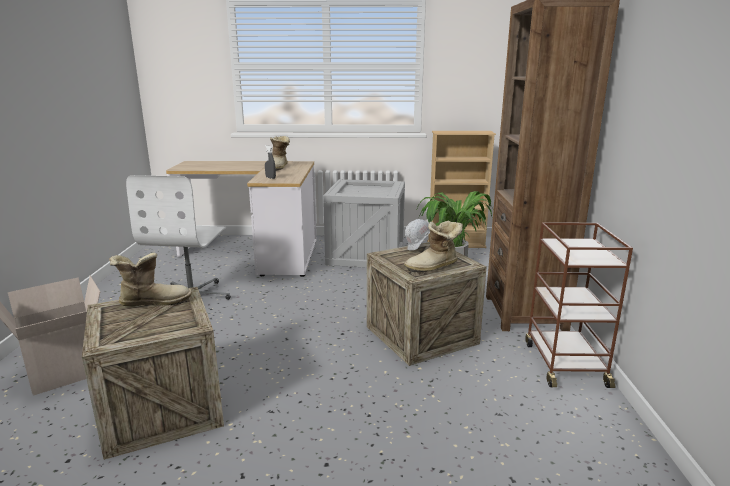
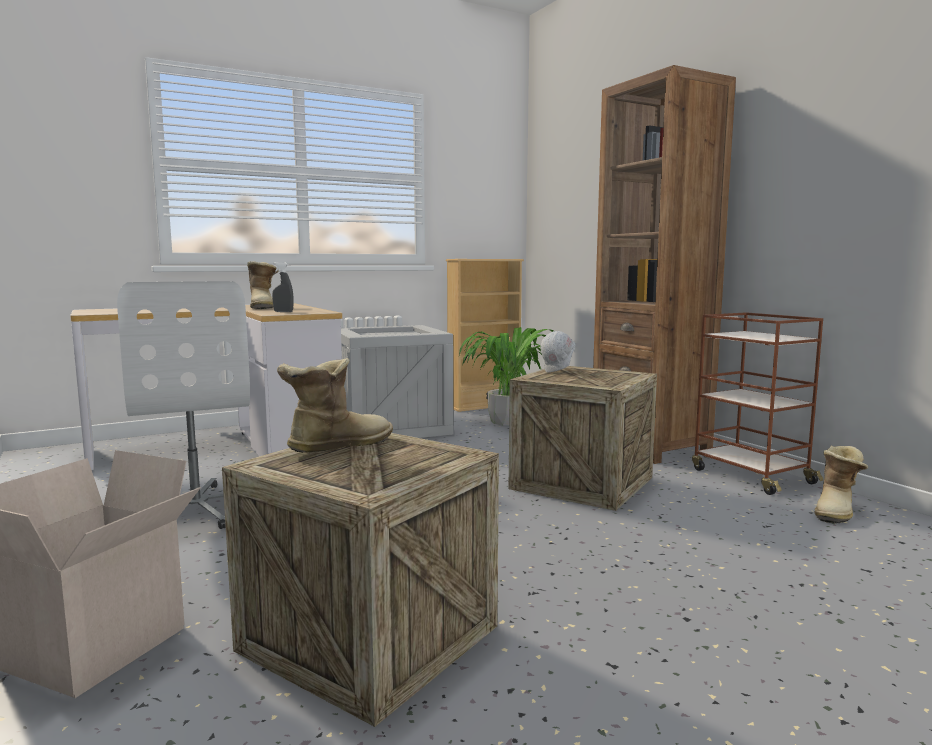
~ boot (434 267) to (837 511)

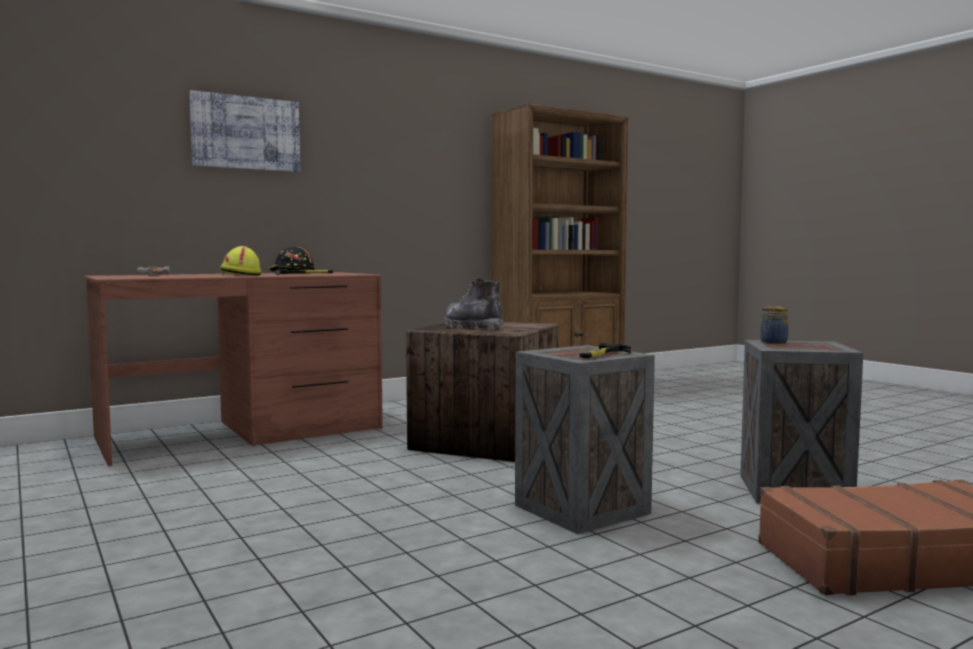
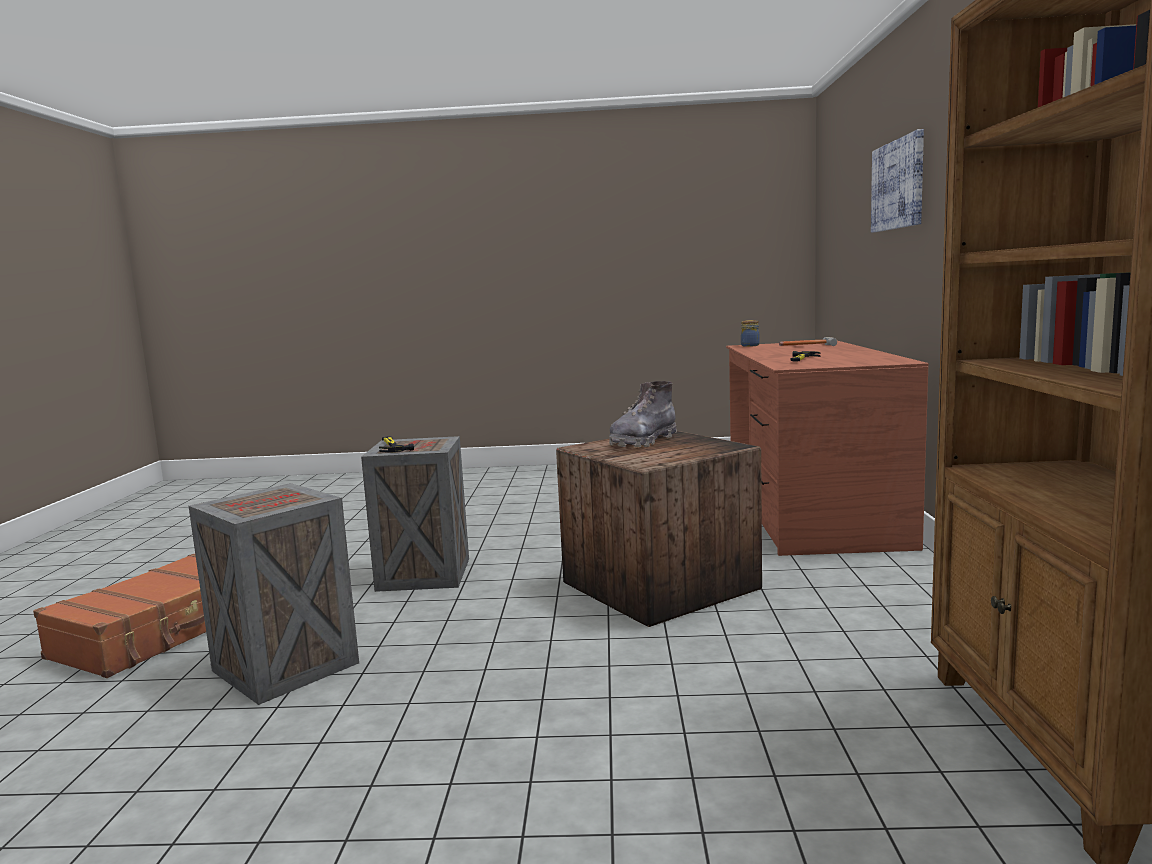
~ grey boot (473 328) = (642 442) 135 degrees clockwise
~ jar (773 342) to (749 345)
- yellow hard hat (240 275)
- black hard hat (291 273)

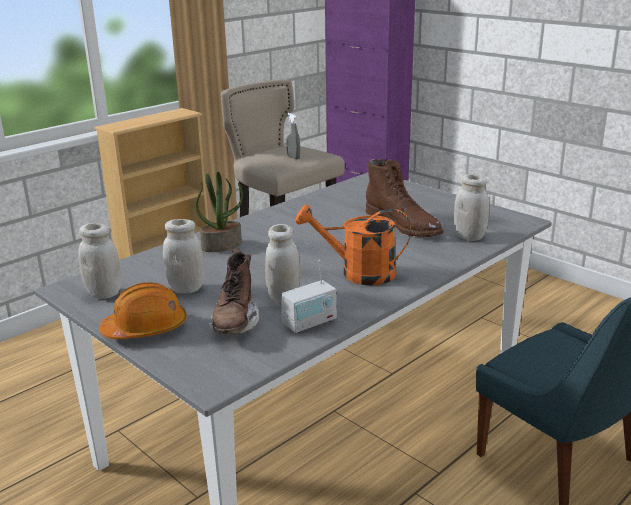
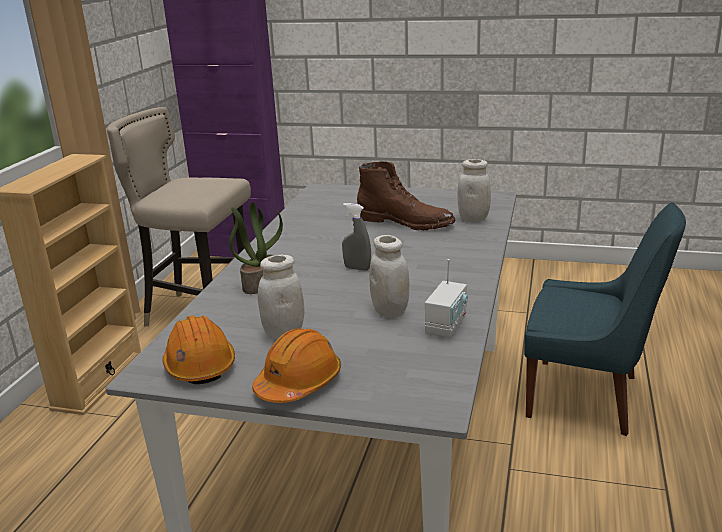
~ white jar (104 293) to orange hard hat (199 365)
~ grey spray bottle (293 157) to (357 268)
- brown boot (235 324)
- orange watering can (358 273)

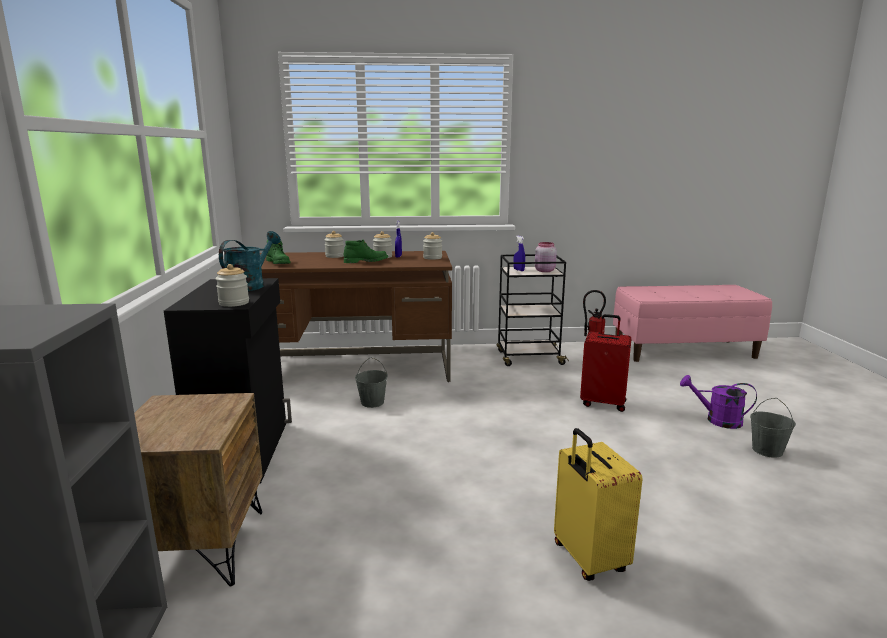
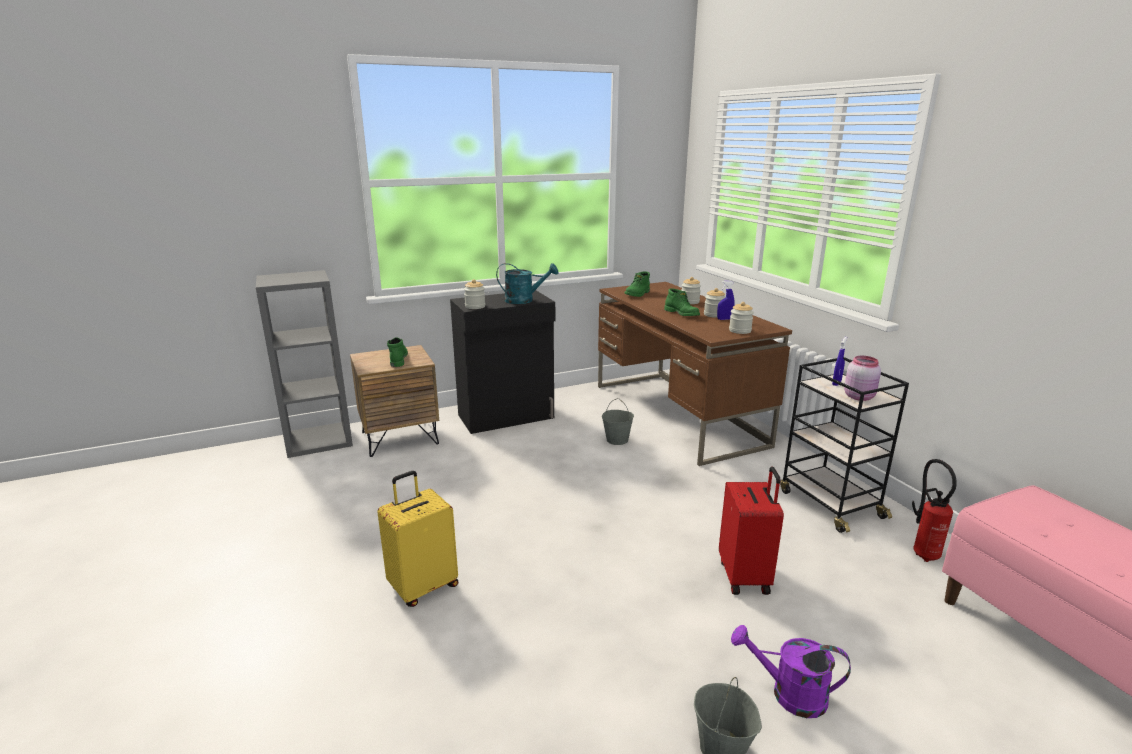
+ green boot (397 359)
~ purple watering can (717 420) = (788 694) 75 degrees counterclockwise

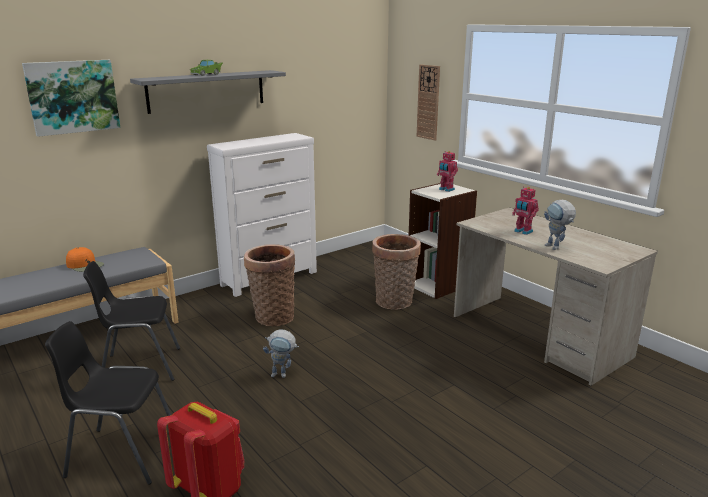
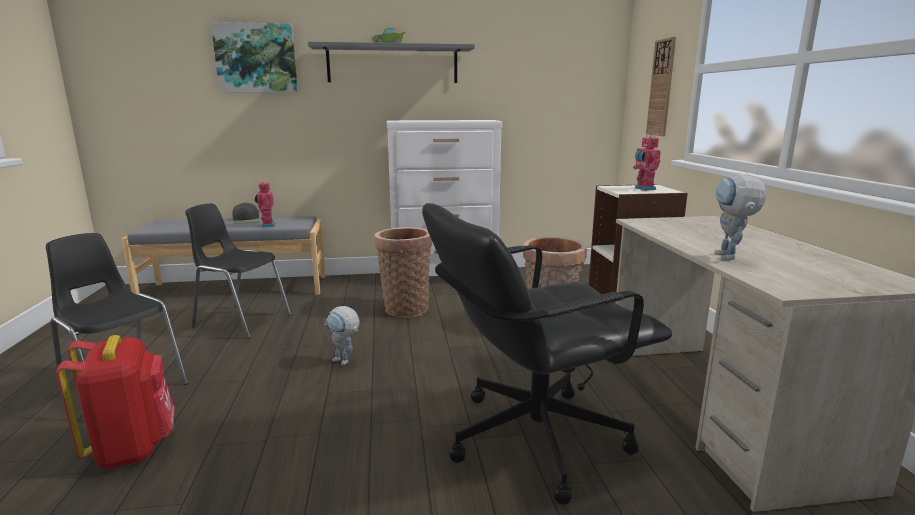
~ orange cap (85 265) to black cap (247 220)
~ toy robot (522 232) to (267 225)
+ black office chair (533 437)

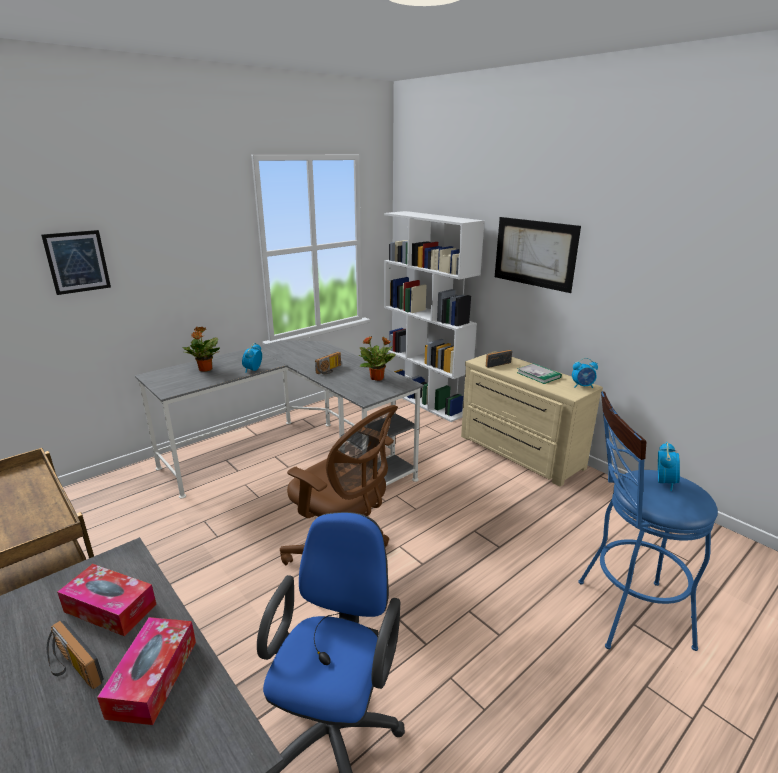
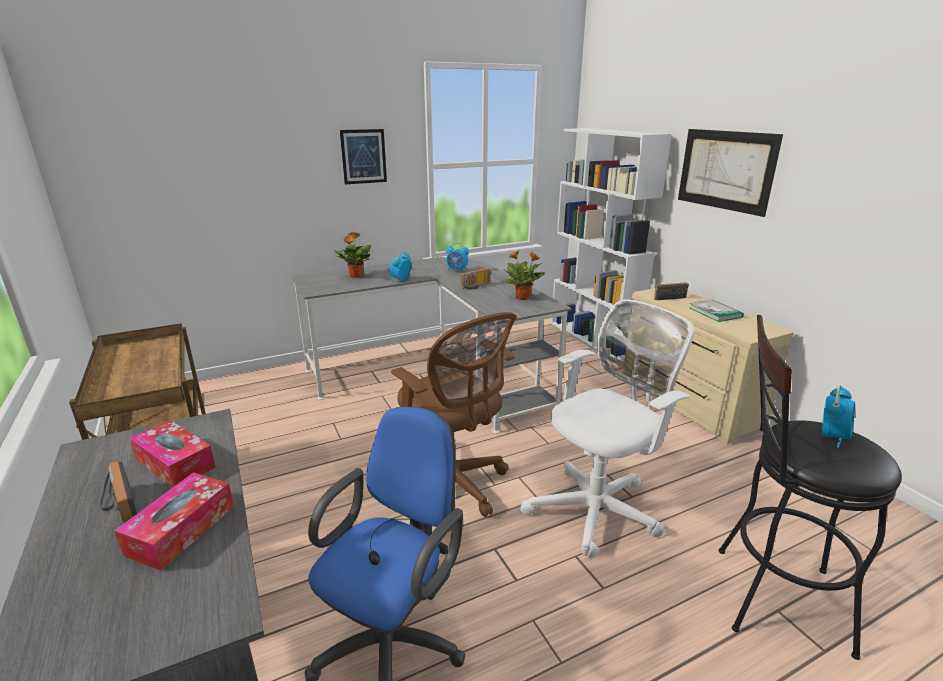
~ picture (77 262) to (363 156)
~ alarm clock (582 386) to (457 271)
+ white office chair (598 508)
~ blue stool (623 613) to black stool (767 596)

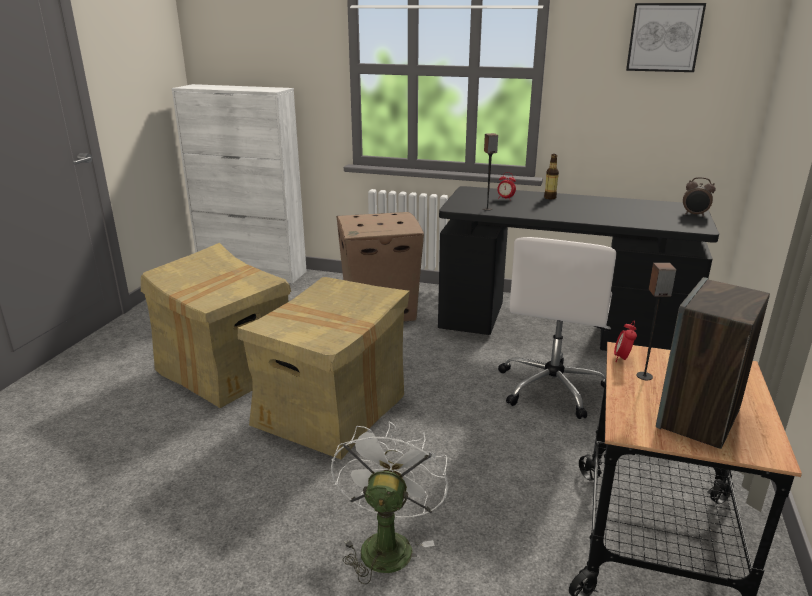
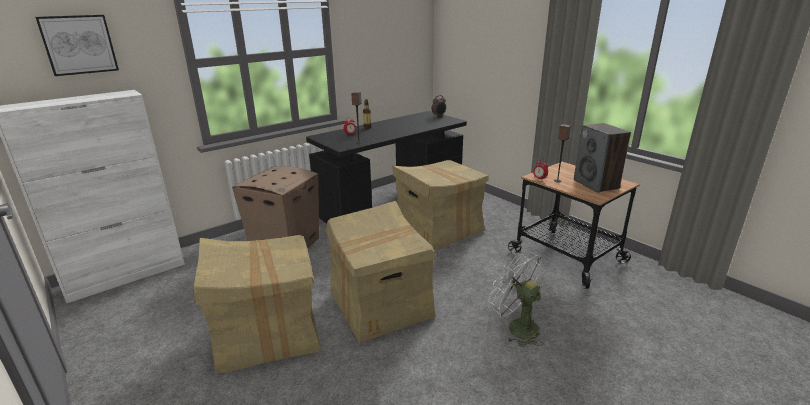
~ picture (664 37) to (79 44)
~ white office chair (552 387) to cardboard box (439 229)

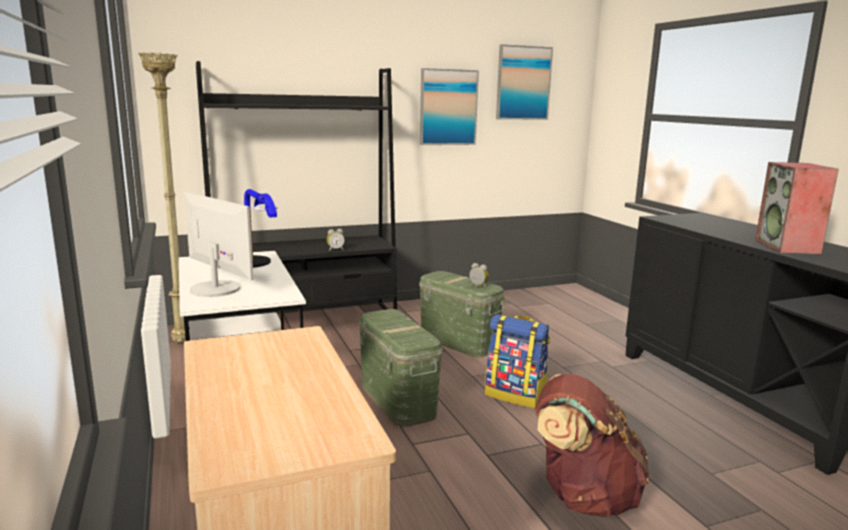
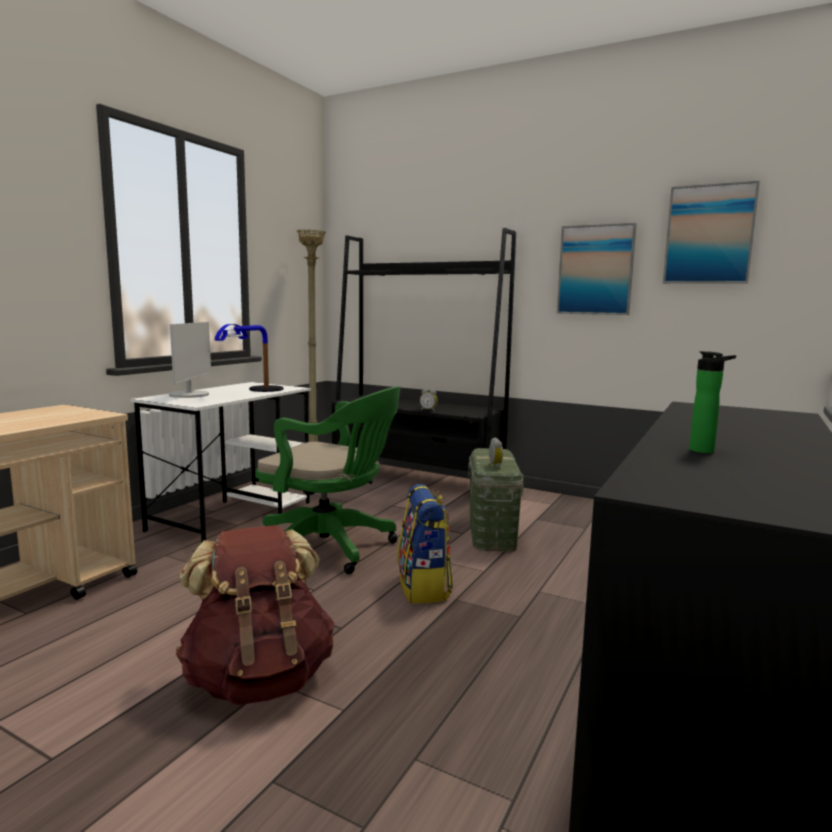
~ green storage box (398 401) to green office chair (331 547)
~ speaker (788 247) to bottle (705 451)

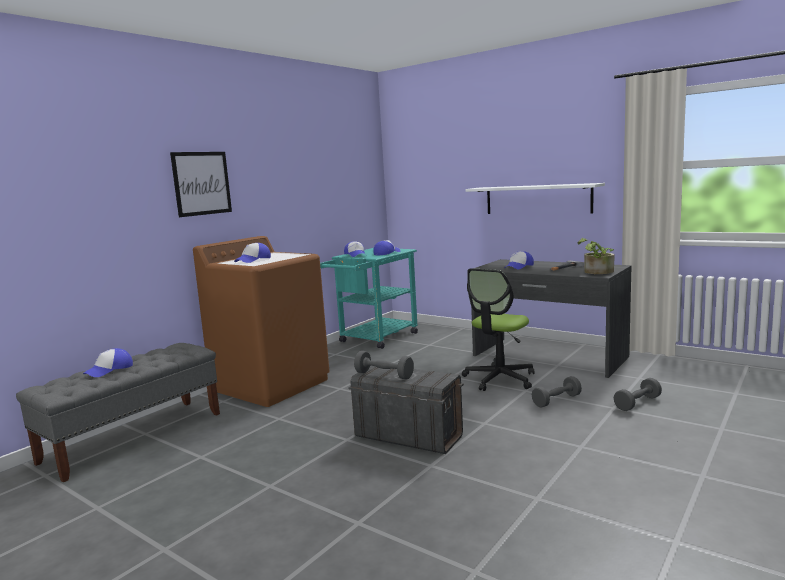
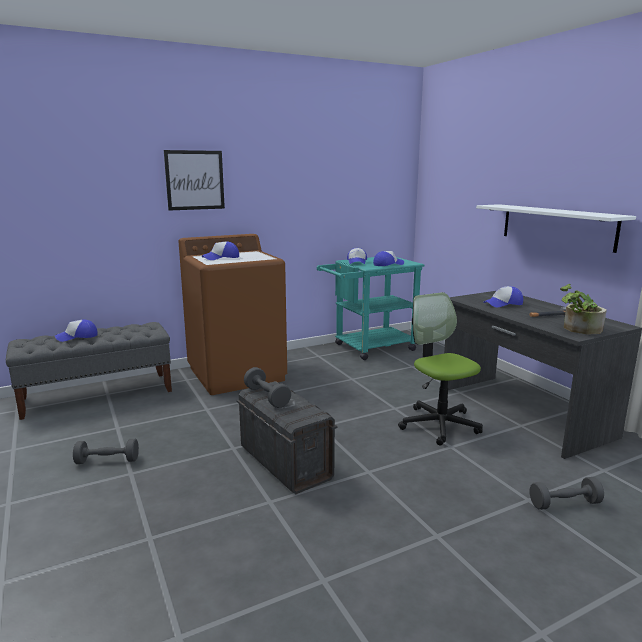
~ grey dumbbell (556 400) to (107 461)
~ office chair (499 379) = (439 424) 90 degrees clockwise

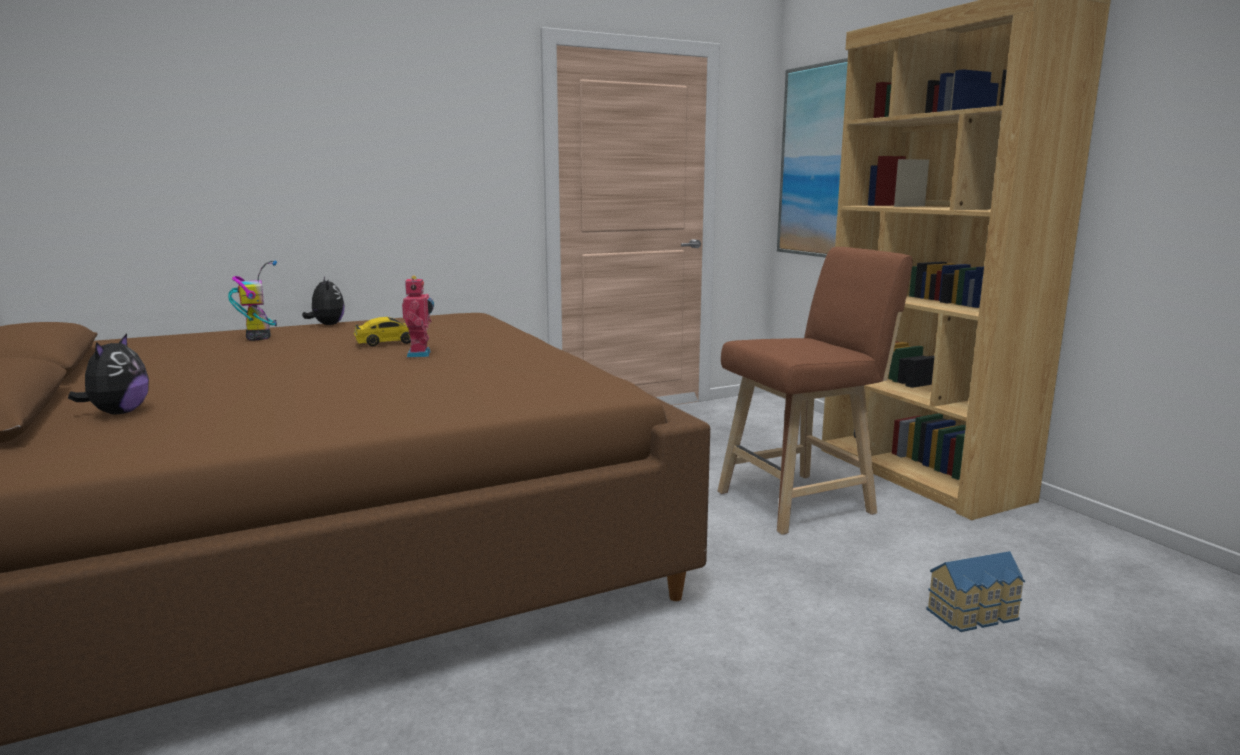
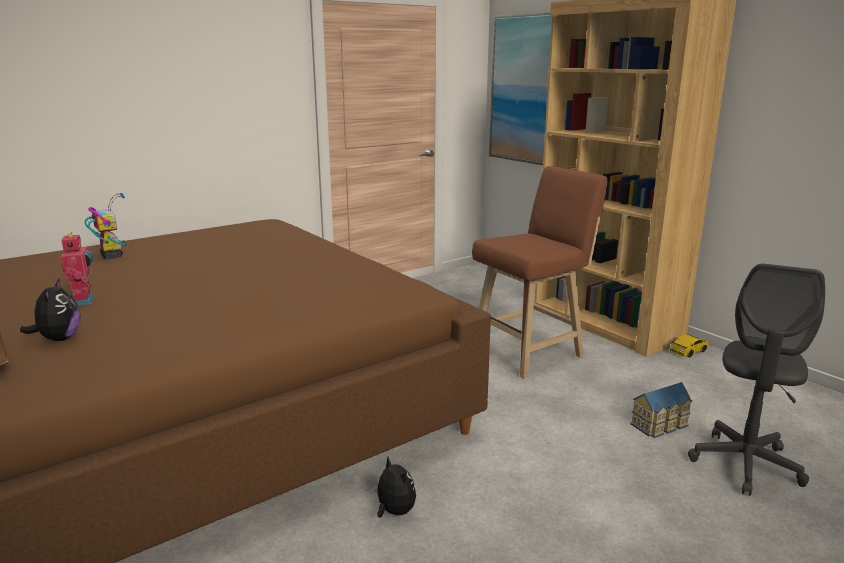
~ toy robot (421 354) to (84 301)
~ plush toy (327 325) to (394 512)
~ toy car (387 342) to (688 351)
+ grey office chair (745 464)

